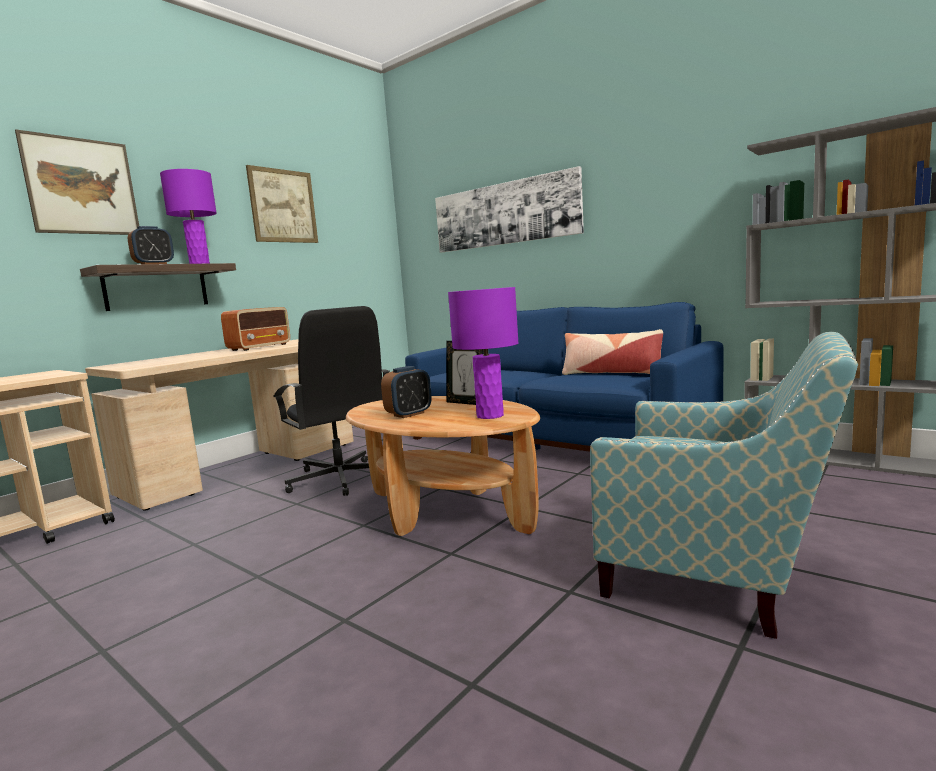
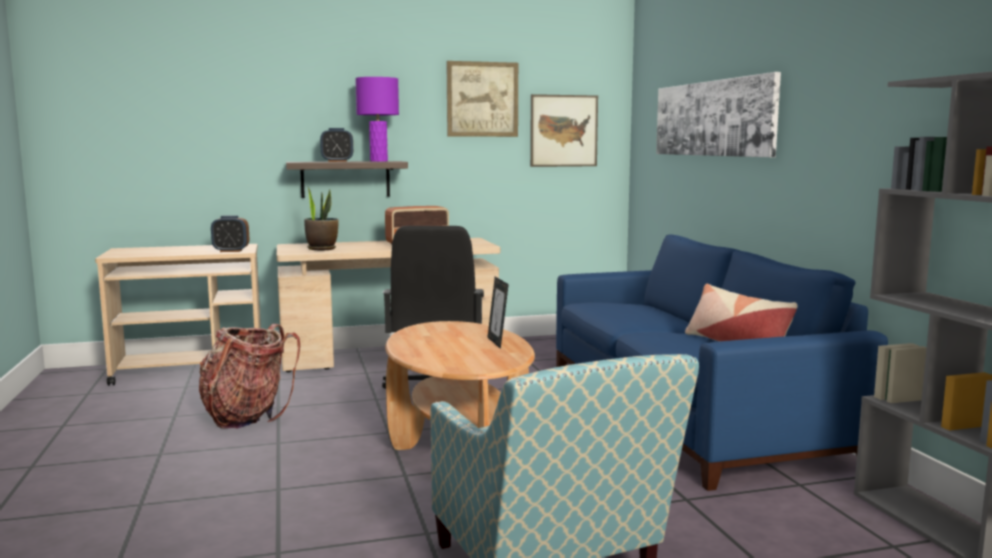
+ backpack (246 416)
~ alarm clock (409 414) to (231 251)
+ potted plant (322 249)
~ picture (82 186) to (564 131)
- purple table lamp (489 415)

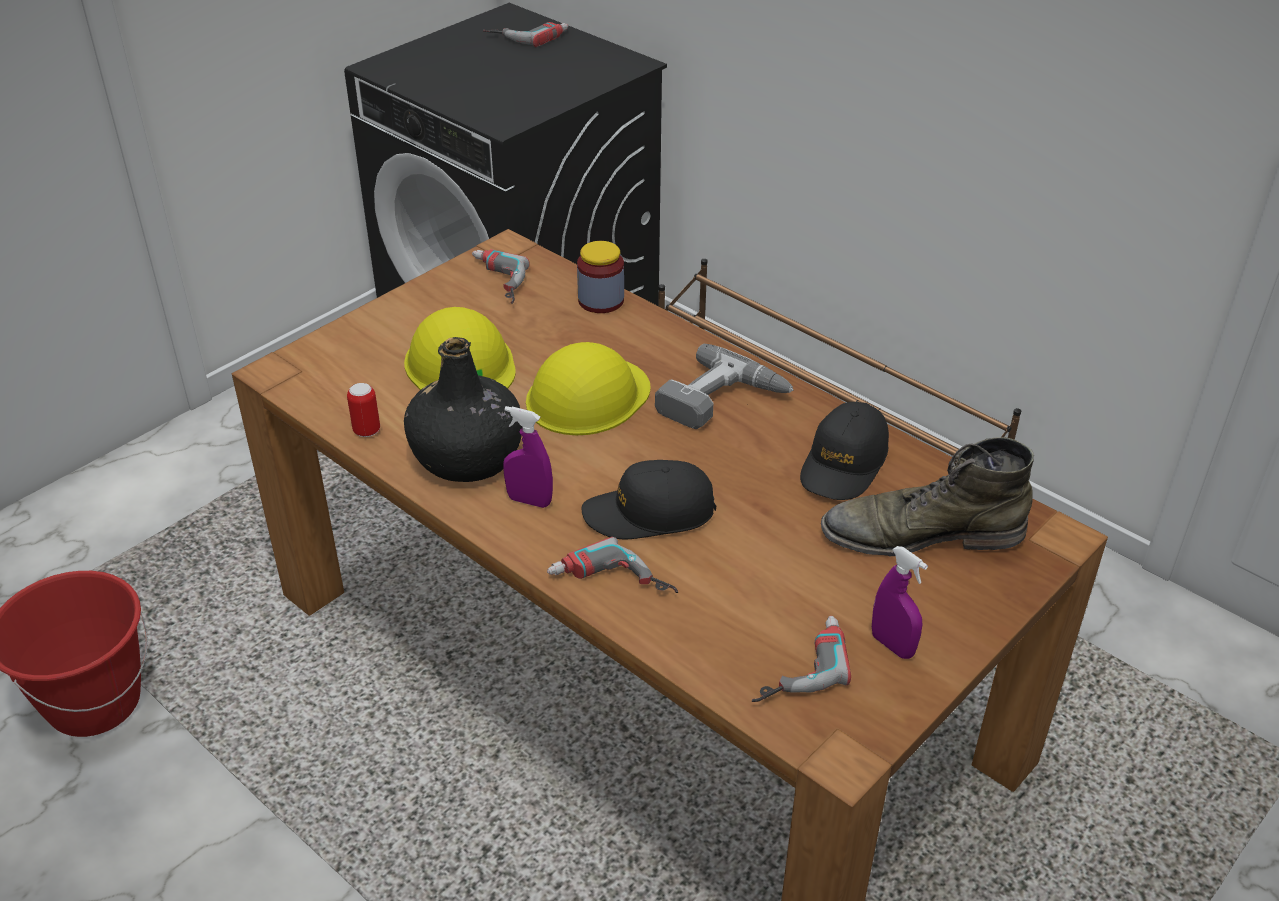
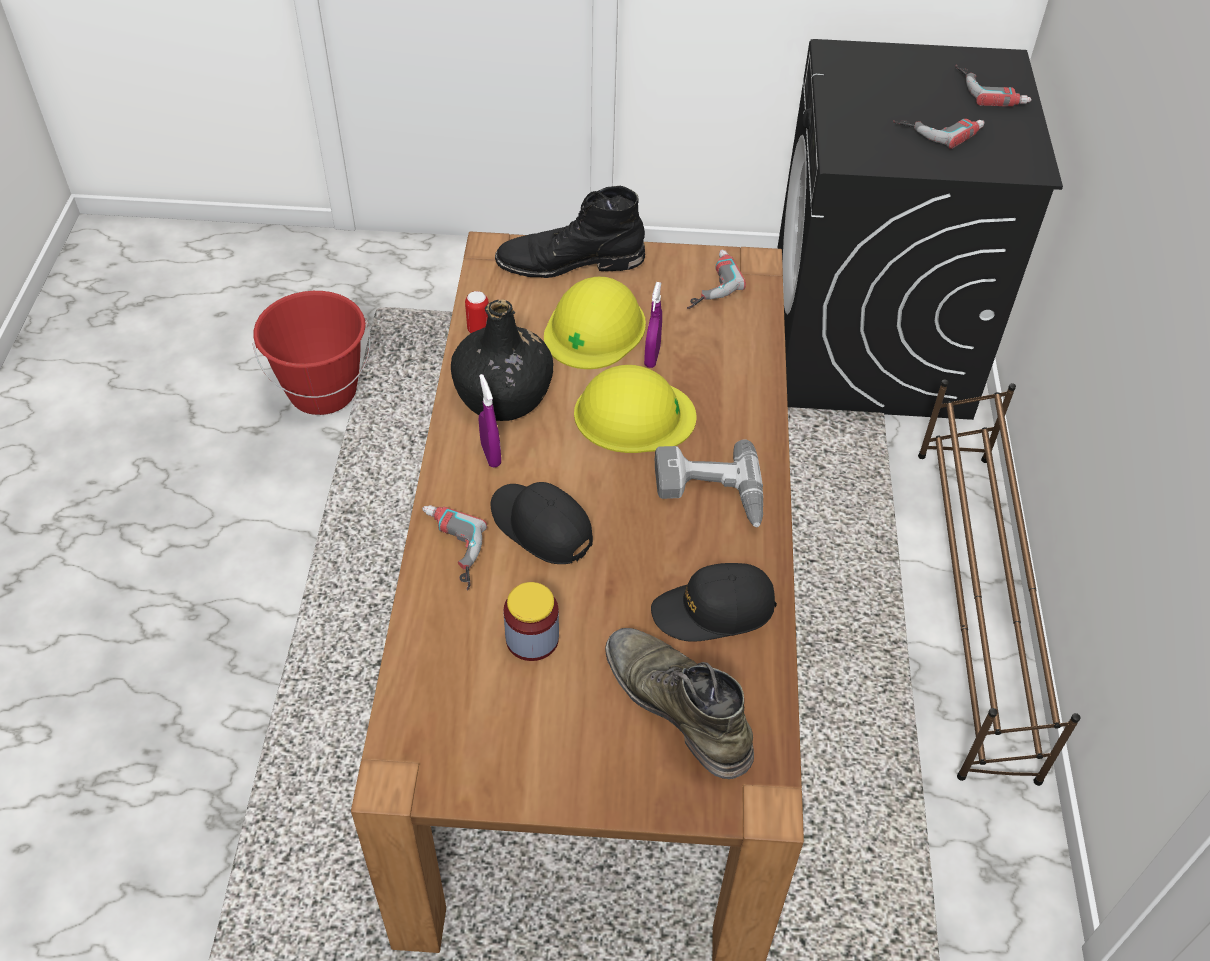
+ black boot (570 261)
~ jar (601 301) to (532 639)
~ purple spray bottle (892 645) to (652 357)
~ power drill (796 664) to (938 128)

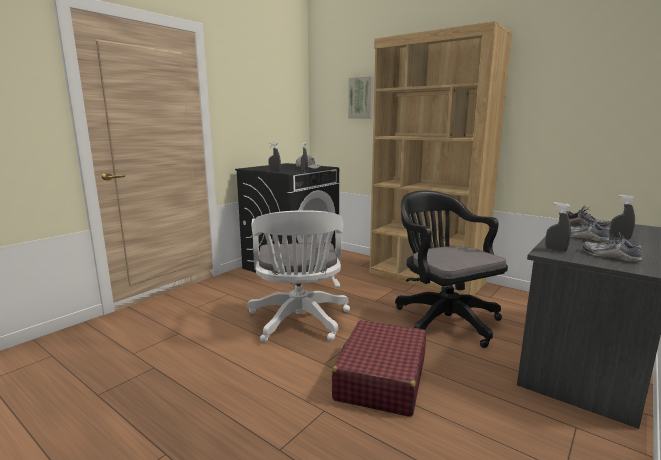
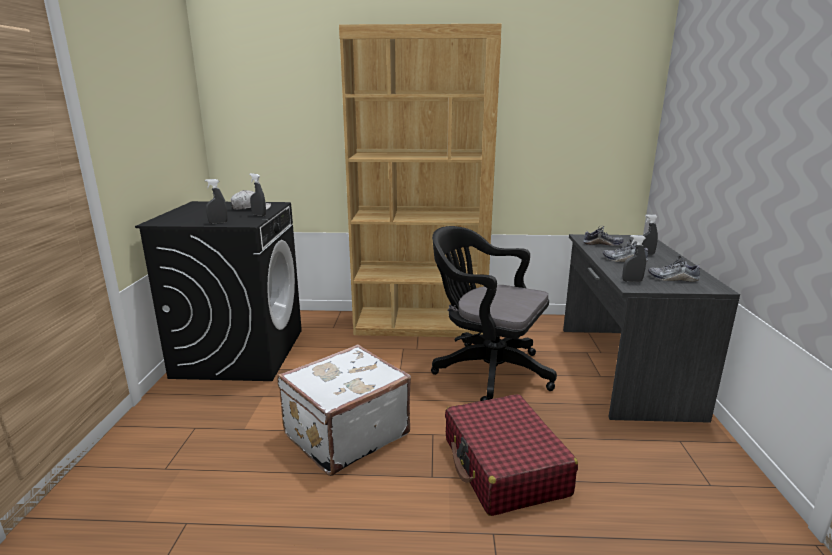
~ white office chair (299 322) to white suitcase (344 434)
- picture (361 98)

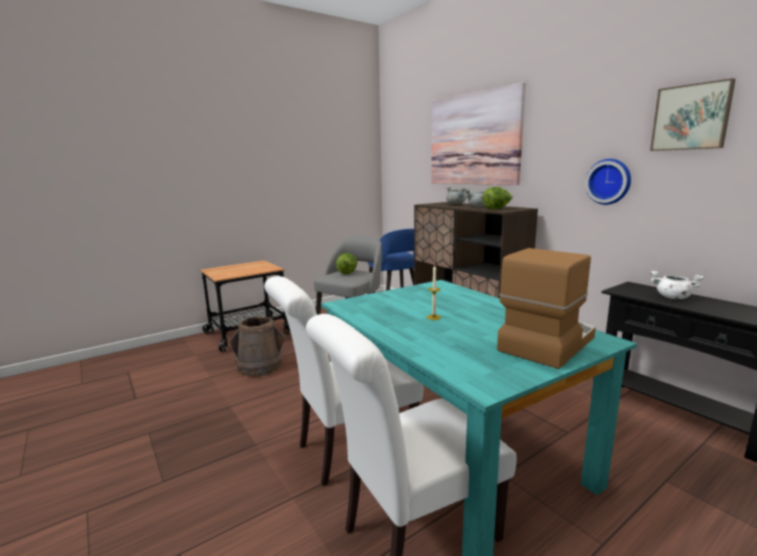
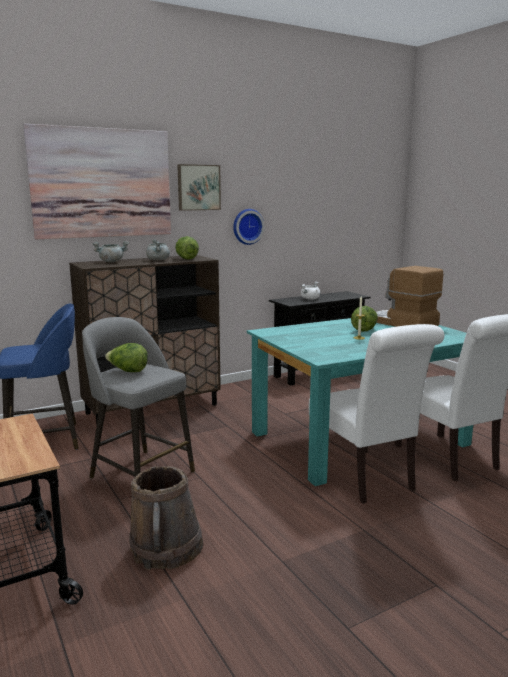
~ picture (691 117) to (198 187)
+ lettuce (364 330)

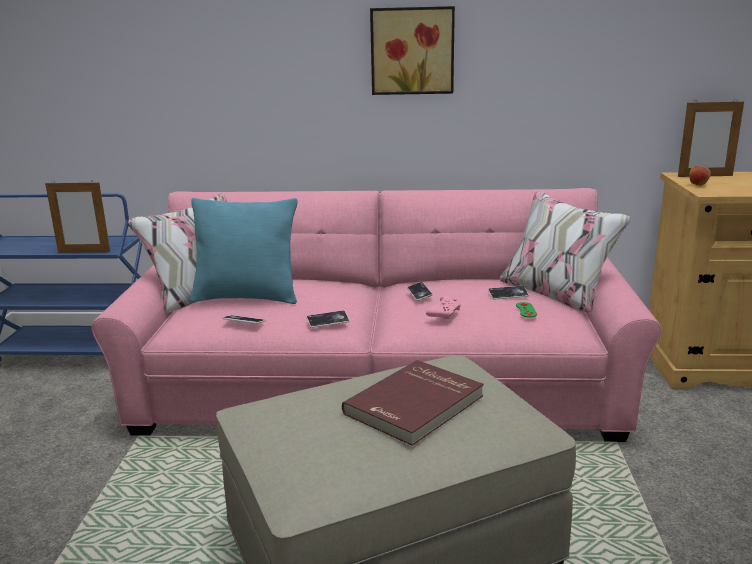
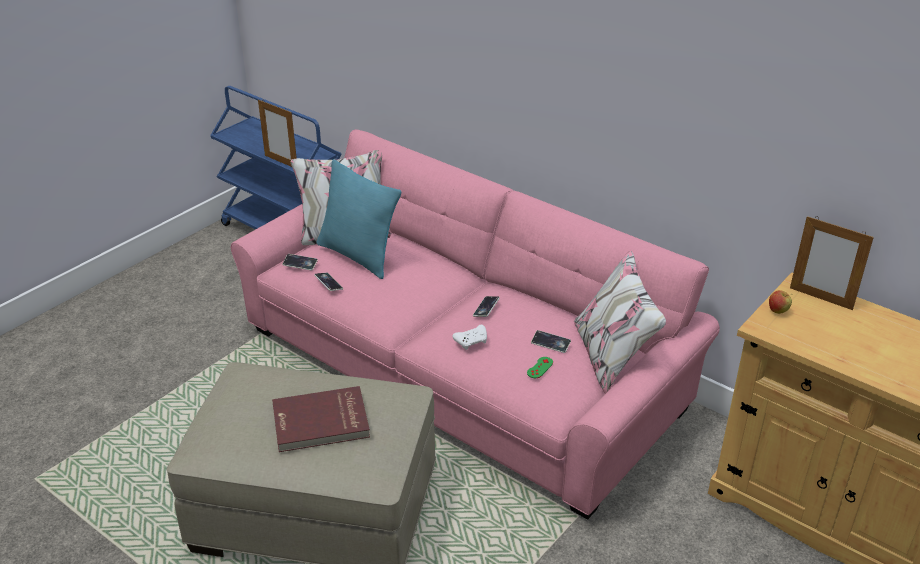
~ phone (328 321) to (300 264)
~ pink game controller (444 313) to white game controller (472 341)
- picture (412 51)

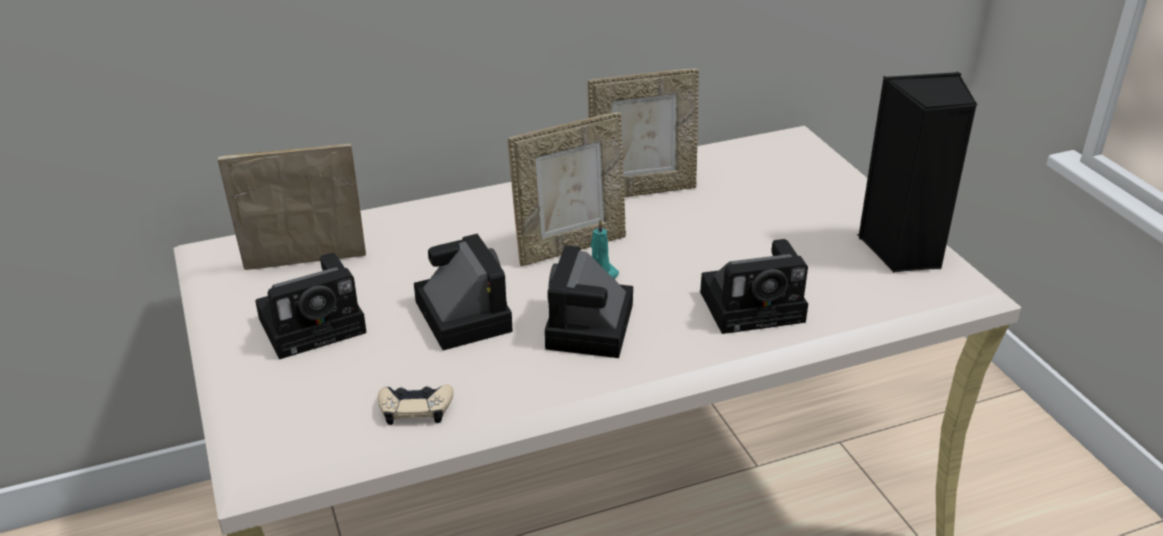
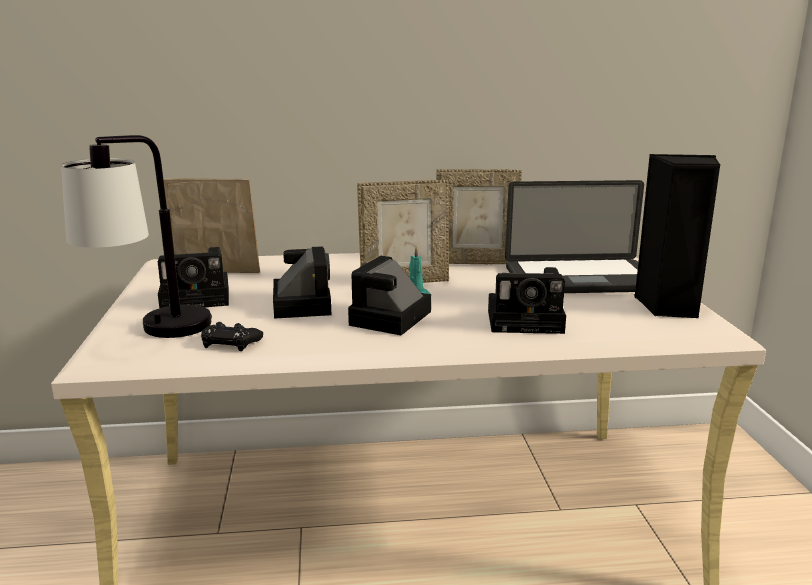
+ table lamp (152 336)
~ beige game controller (415 408) to black game controller (231 342)
+ laptop (580 279)

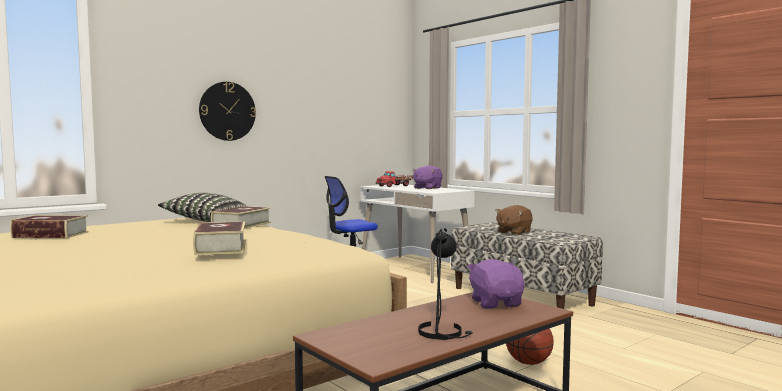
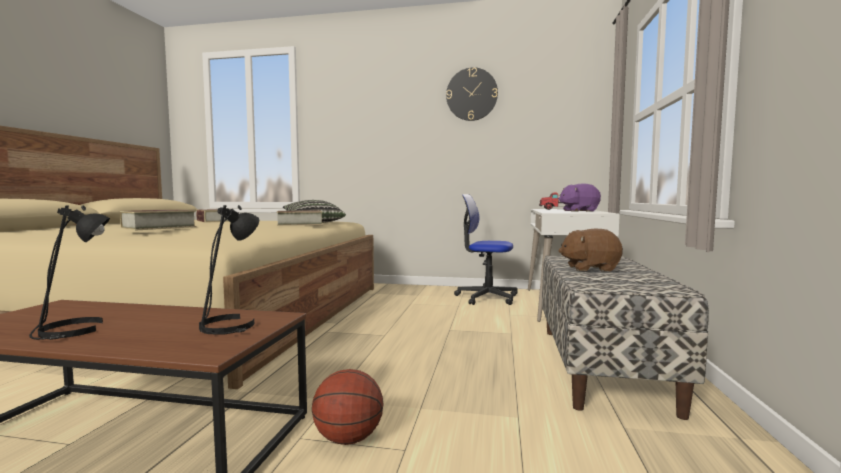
~ purple plush toy (496 303) to black table lamp (229 326)
~ wall clock (227 111) to (471 94)

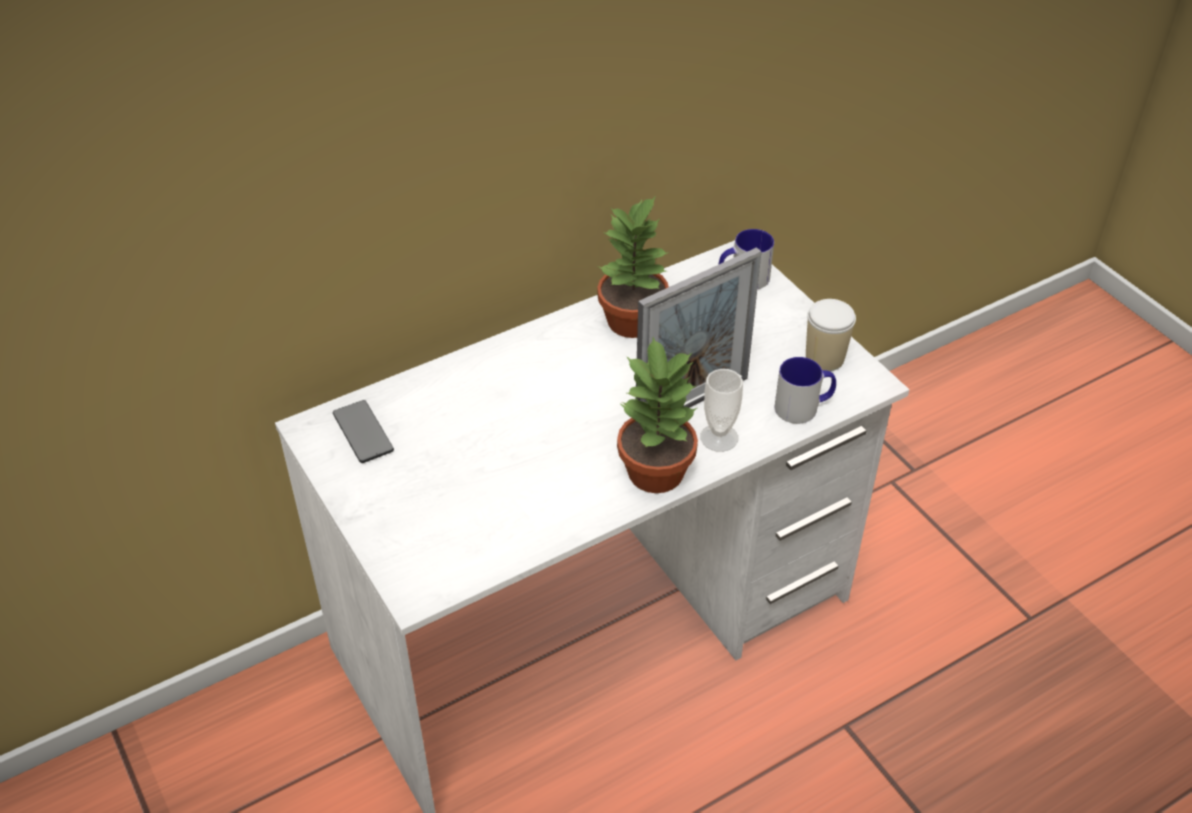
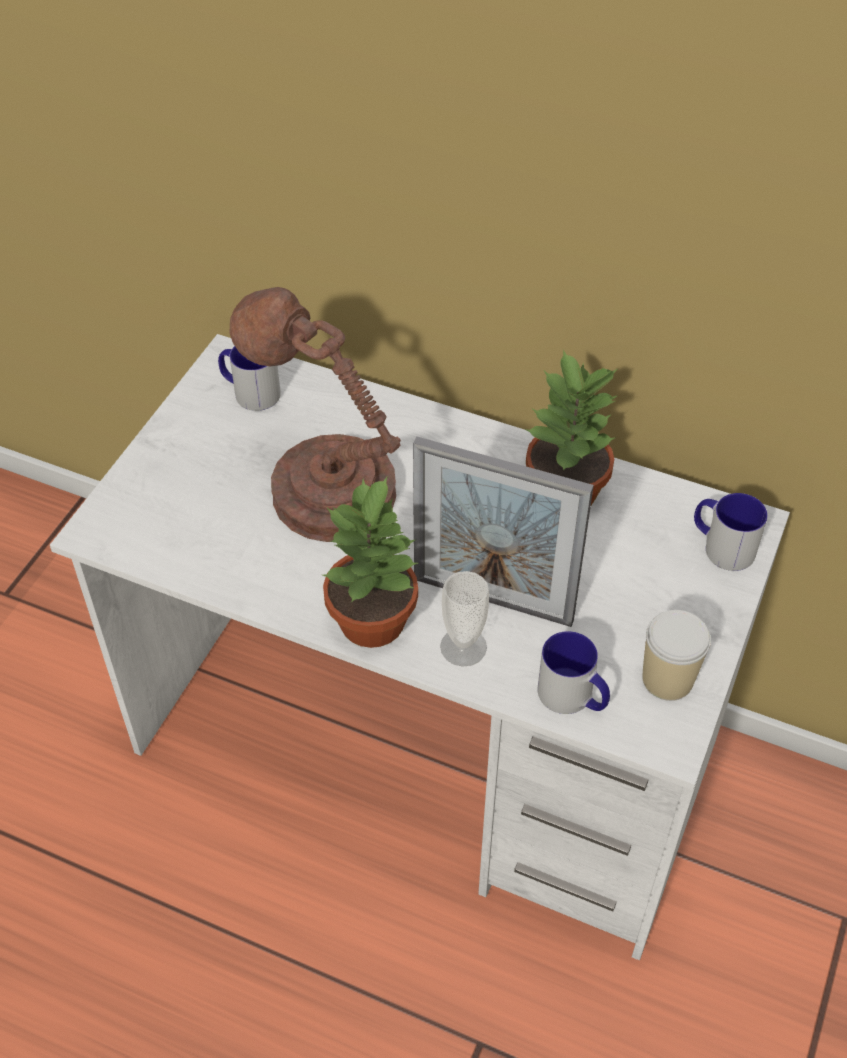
~ phone (363 432) to mug (250 392)
+ brown table lamp (325 489)

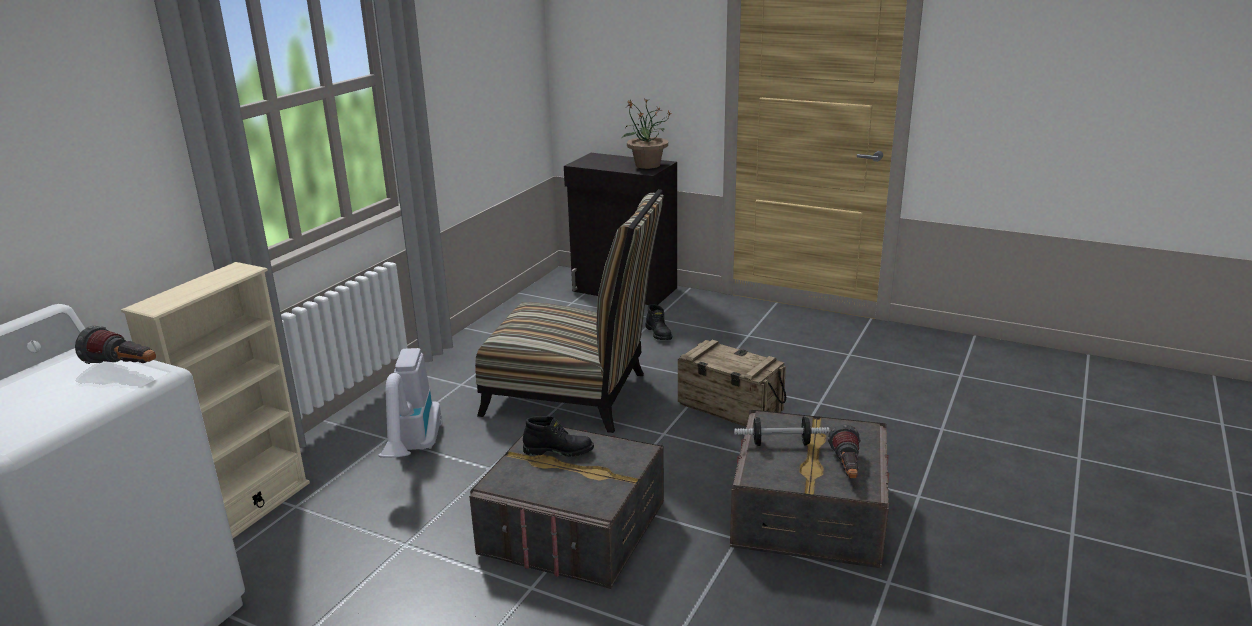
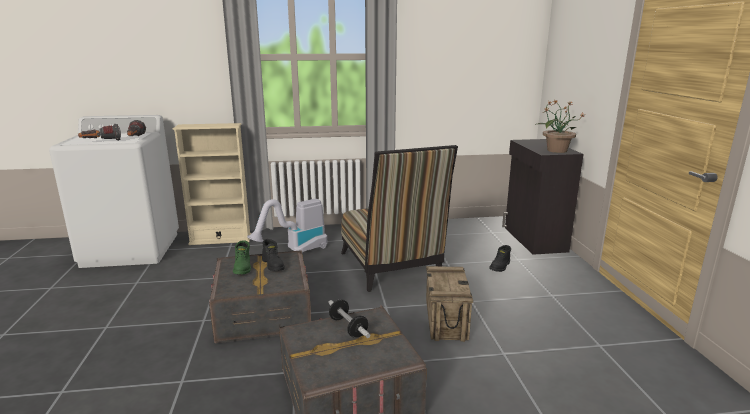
~ flashlight (846 469) to (101 142)
+ green boot (243 268)

